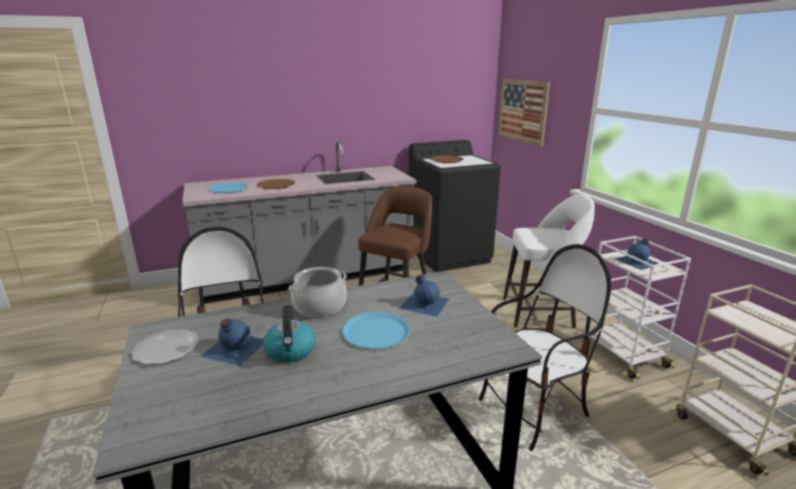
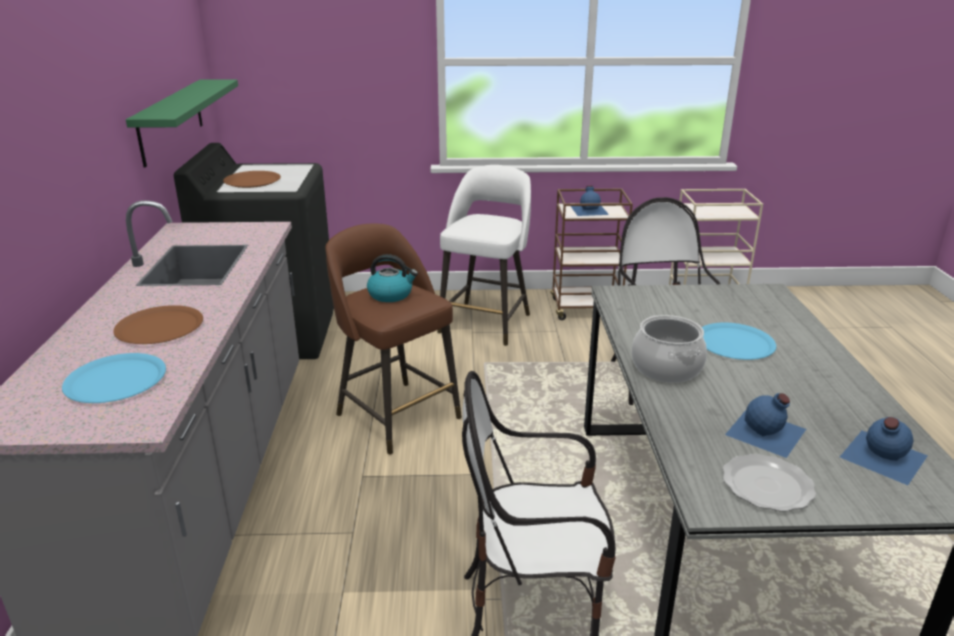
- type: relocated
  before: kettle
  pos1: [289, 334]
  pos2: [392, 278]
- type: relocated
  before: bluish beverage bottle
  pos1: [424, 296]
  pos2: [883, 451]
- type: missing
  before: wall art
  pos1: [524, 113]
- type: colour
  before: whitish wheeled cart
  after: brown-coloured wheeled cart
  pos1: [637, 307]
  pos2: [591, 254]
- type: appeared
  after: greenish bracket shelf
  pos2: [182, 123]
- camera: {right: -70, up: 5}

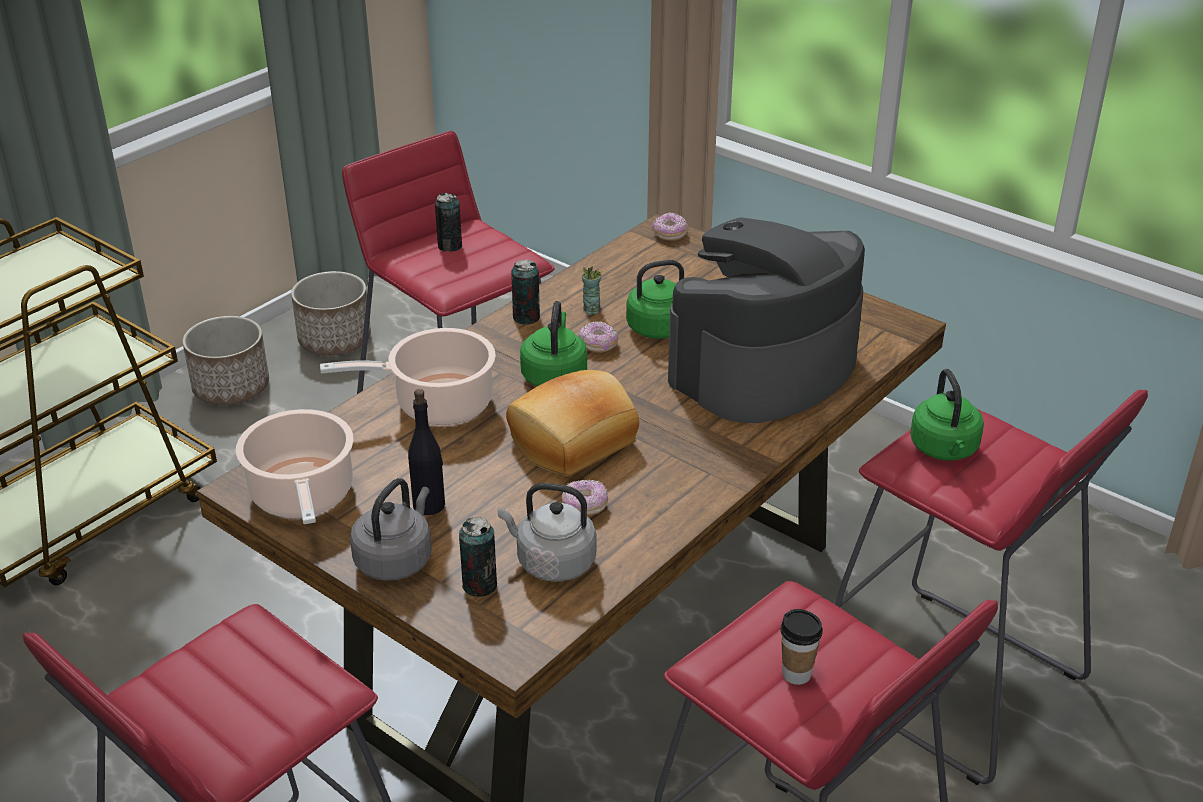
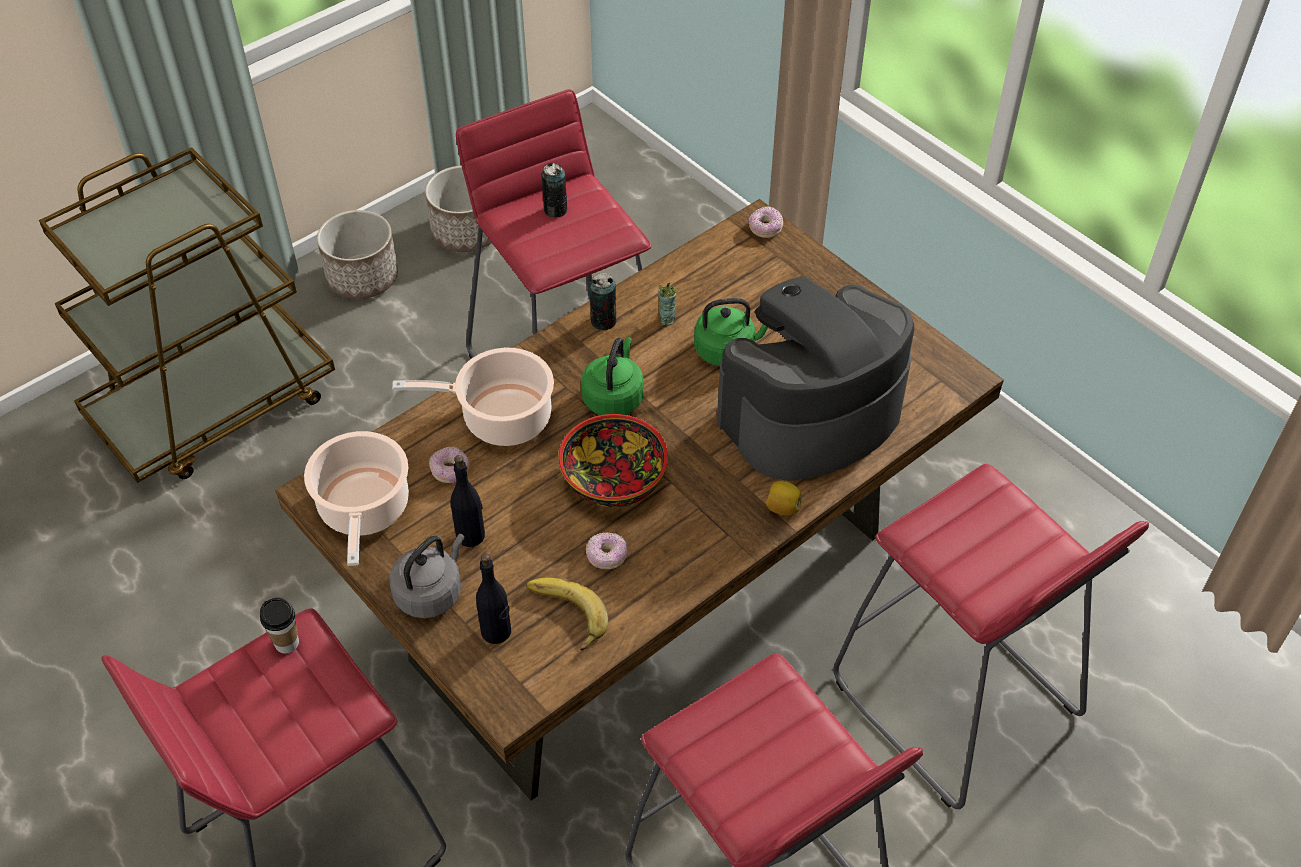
- type: exchanged
  before: metal can
  after: blackish beverage bottle
  pos1: [478, 557]
  pos2: [493, 598]
- type: exchanged
  before: greyish kettle
  after: whole banana
  pos1: [547, 532]
  pos2: [567, 614]
- type: exchanged
  before: baked bread
  after: deep dish
  pos1: [572, 423]
  pos2: [613, 460]
- type: relocated
  before: donut
  pos1: [598, 337]
  pos2: [449, 465]
- type: relocated
  before: drinking cup
  pos1: [802, 647]
  pos2: [279, 625]
- type: missing
  before: greenish kettle
  pos1: [947, 415]
- type: appeared
  after: whole lemon
  pos2: [783, 498]
- camera: {right: 10, up: 15}

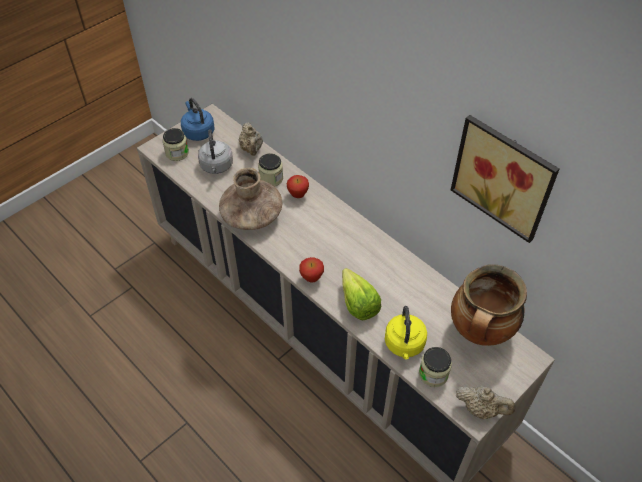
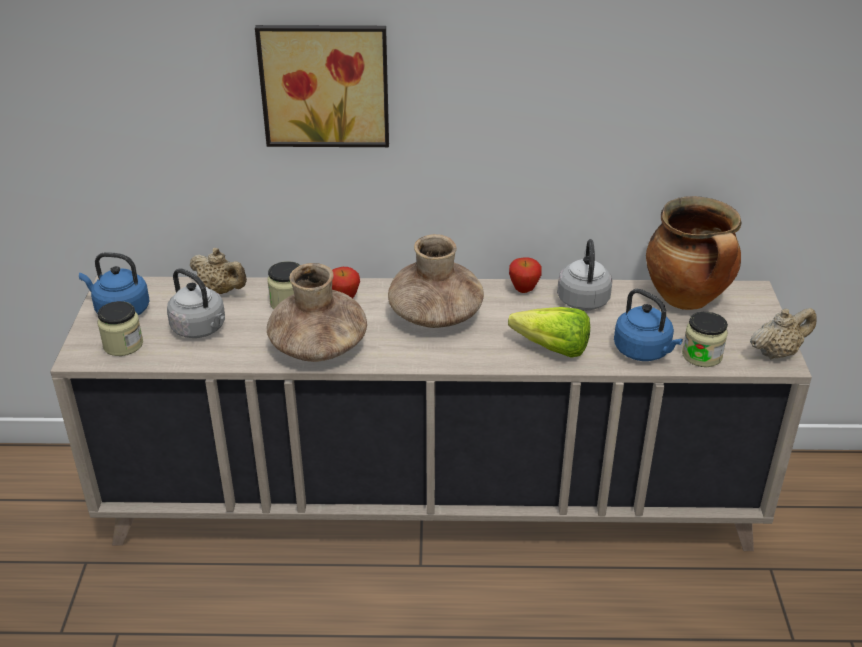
- type: relocated
  before: whole apple
  pos1: [311, 270]
  pos2: [525, 275]
- type: colour
  before: yellow-coloured kettle
  after: bluish kettle
  pos1: [406, 332]
  pos2: [648, 325]
- type: relocated
  before: wall art
  pos1: [505, 179]
  pos2: [322, 86]
- type: appeared
  after: brown-coloured vase
  pos2: [436, 281]
- type: appeared
  after: greyish kettle
  pos2: [585, 275]
- camera: {right: -45, up: -15}

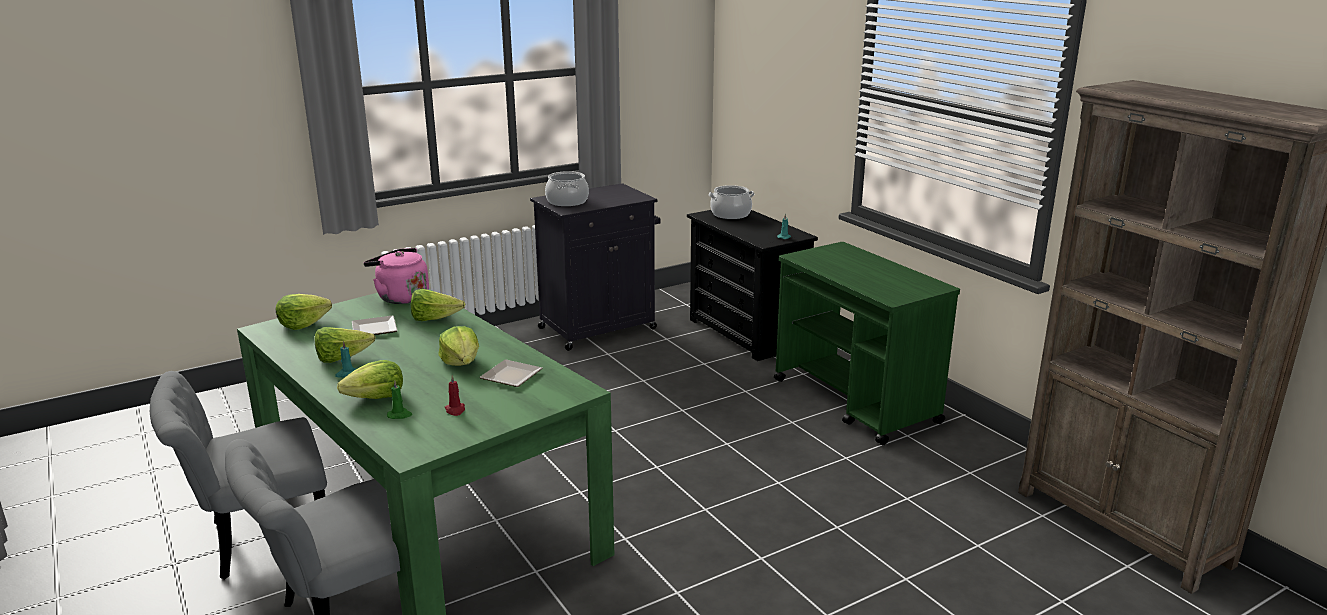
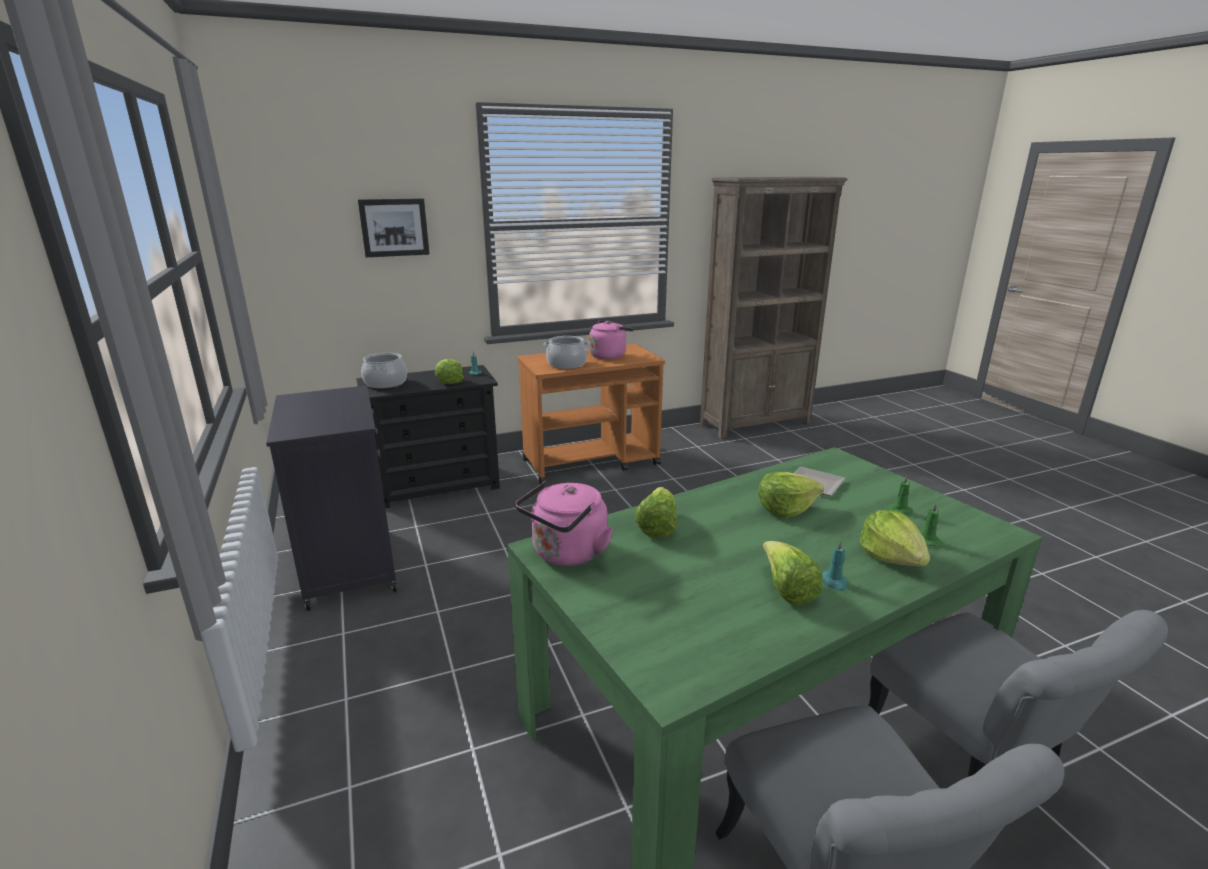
- type: relocated
  before: head of lettuce
  pos1: [304, 312]
  pos2: [449, 371]
- type: missing
  before: plate
  pos1: [374, 325]
- type: colour
  before: reddish candle
  after: greenish candle
  pos1: [455, 395]
  pos2: [900, 495]
- type: relocated
  before: stockpot
  pos1: [567, 188]
  pos2: [566, 352]
- type: colour
  before: greenish wheeled cart
  after: orange-coloured wheeled cart
  pos1: [867, 344]
  pos2: [591, 414]
- type: appeared
  after: wall art
  pos2: [394, 227]
- type: appeared
  after: pink kettle
  pos2: [611, 339]
- camera: {right: -80, up: 0}

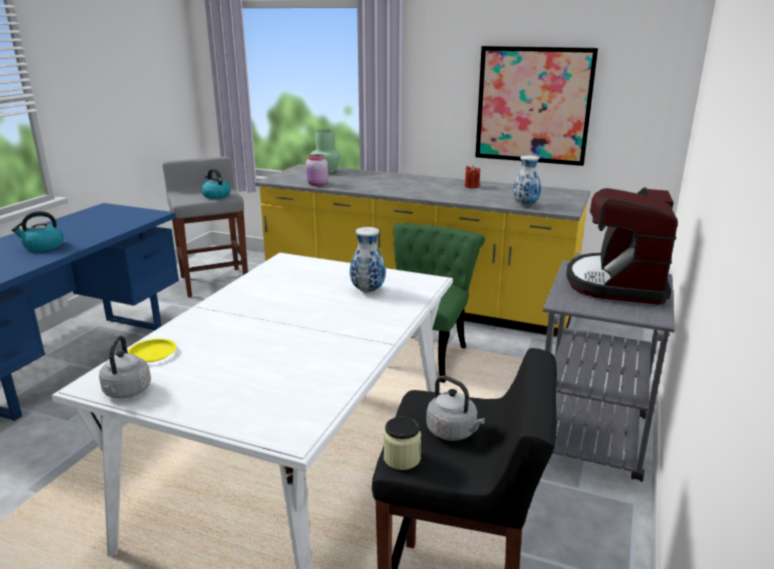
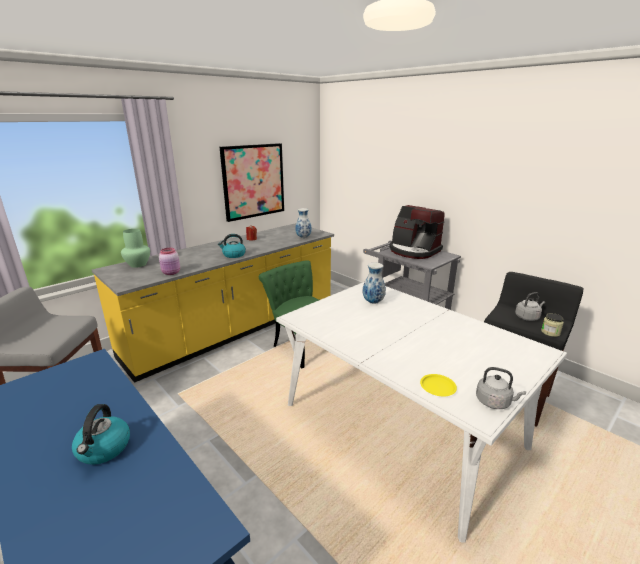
- type: relocated
  before: kettle
  pos1: [216, 184]
  pos2: [232, 246]
- camera: {right: -65, up: 0}

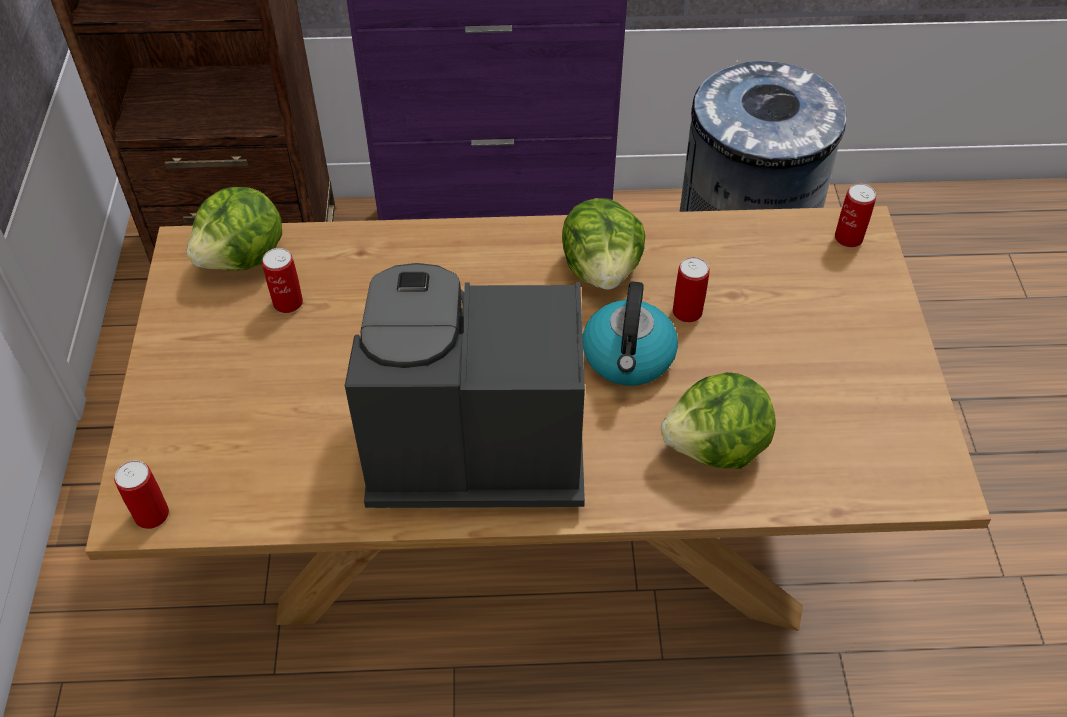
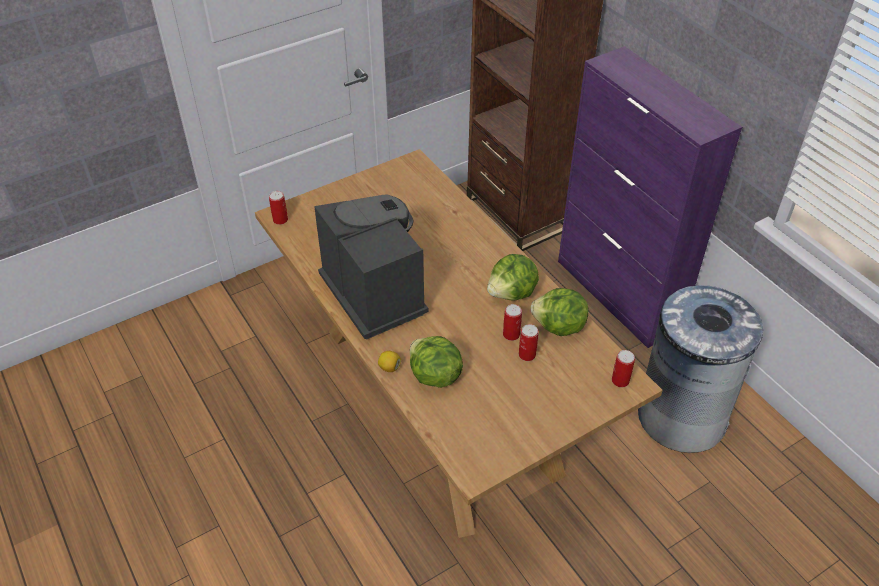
- type: relocated
  before: head of lettuce
  pos1: [234, 229]
  pos2: [559, 312]
- type: relocated
  before: metal can
  pos1: [282, 280]
  pos2: [529, 342]
- type: missing
  before: kettle
  pos1: [630, 333]
- type: appeared
  after: whole lemon
  pos2: [389, 361]
- camera: {right: 60, up: -5}

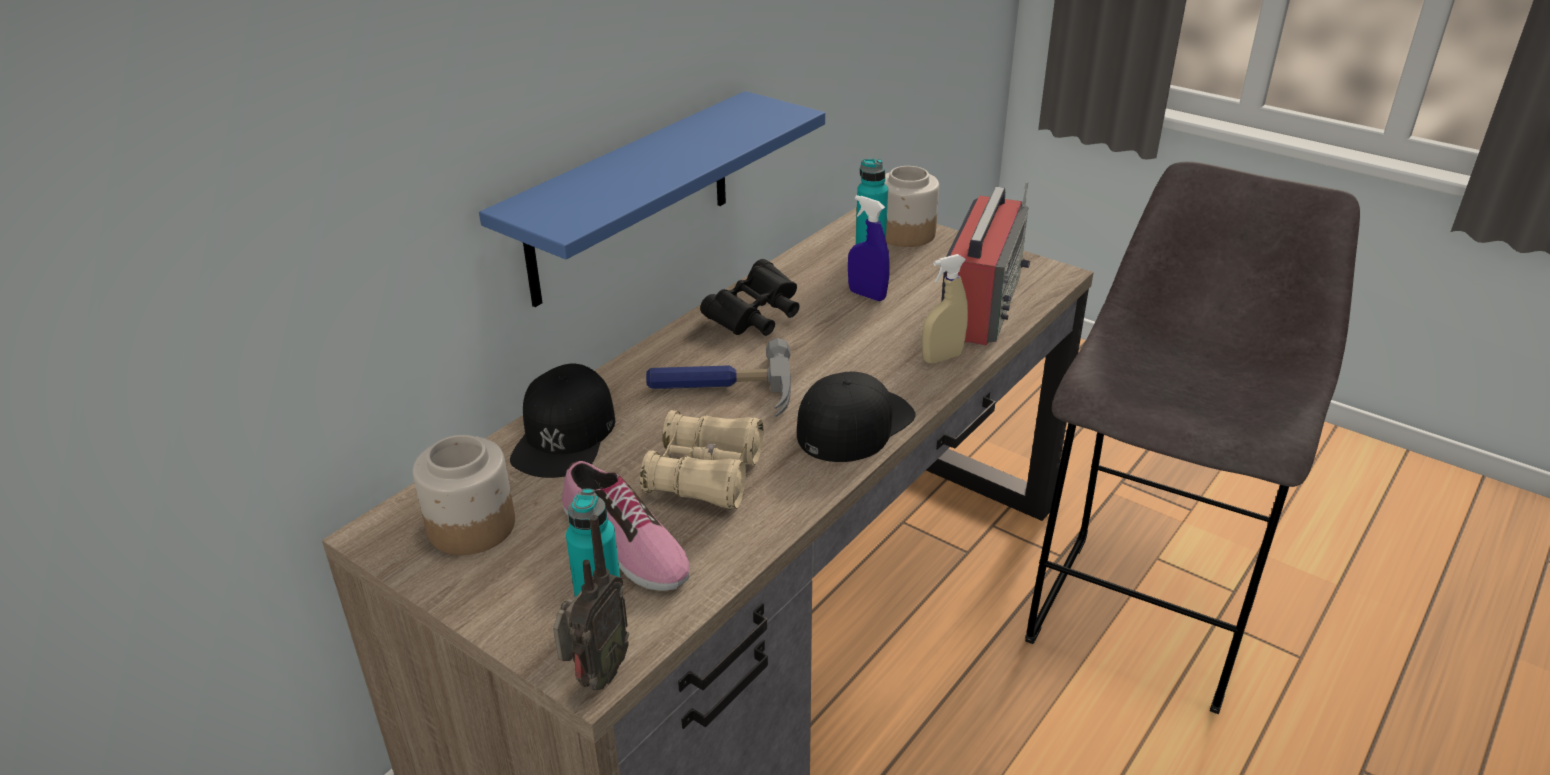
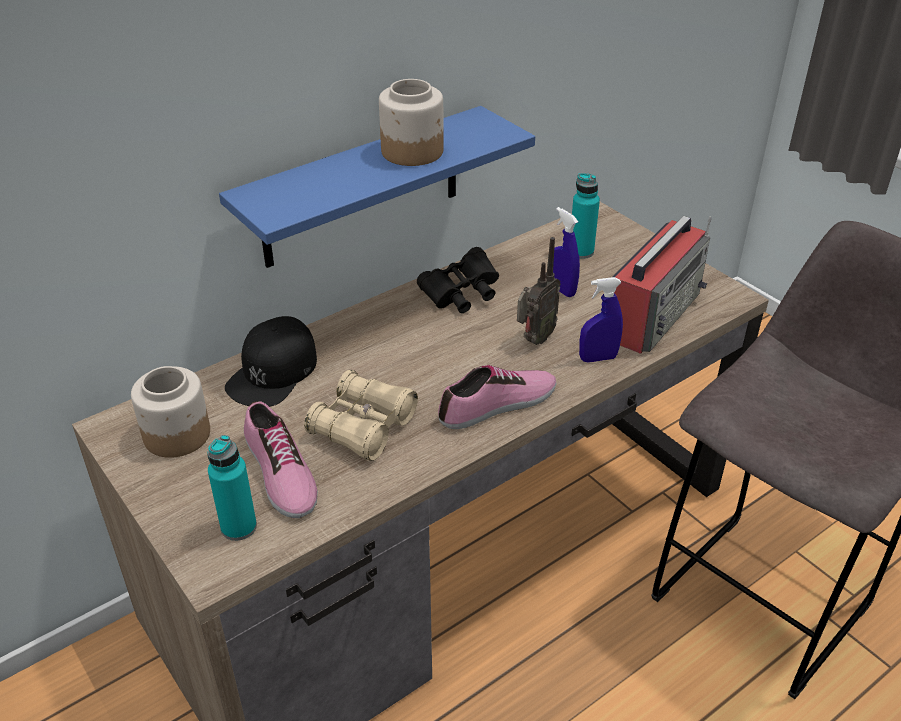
- type: relocated
  before: radio receiver
  pos1: [591, 602]
  pos2: [539, 291]
- type: missing
  before: hand hammer
  pos1: [718, 377]
- type: exchanged
  before: blackish cap
  after: shoe
  pos1: [856, 416]
  pos2: [497, 397]
- type: relocated
  before: storage jar
  pos1: [912, 206]
  pos2: [411, 122]
- type: colour
  before: sand-coloured spray bottle
  after: bluish spray bottle
  pos1: [945, 308]
  pos2: [601, 320]
- camera: {right: 15, up: 5}

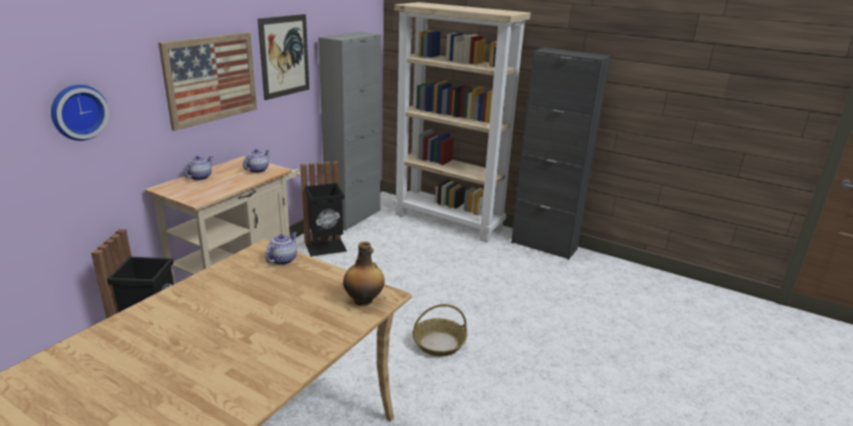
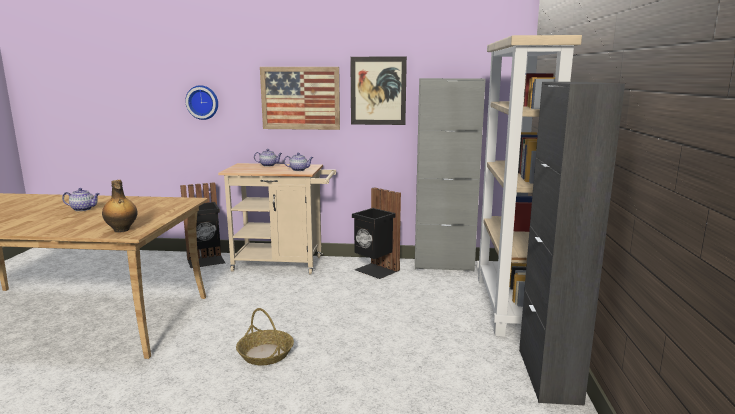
- type: relocated
  before: tea pot
  pos1: [281, 248]
  pos2: [81, 199]
- camera: {right: 65, up: -10}

